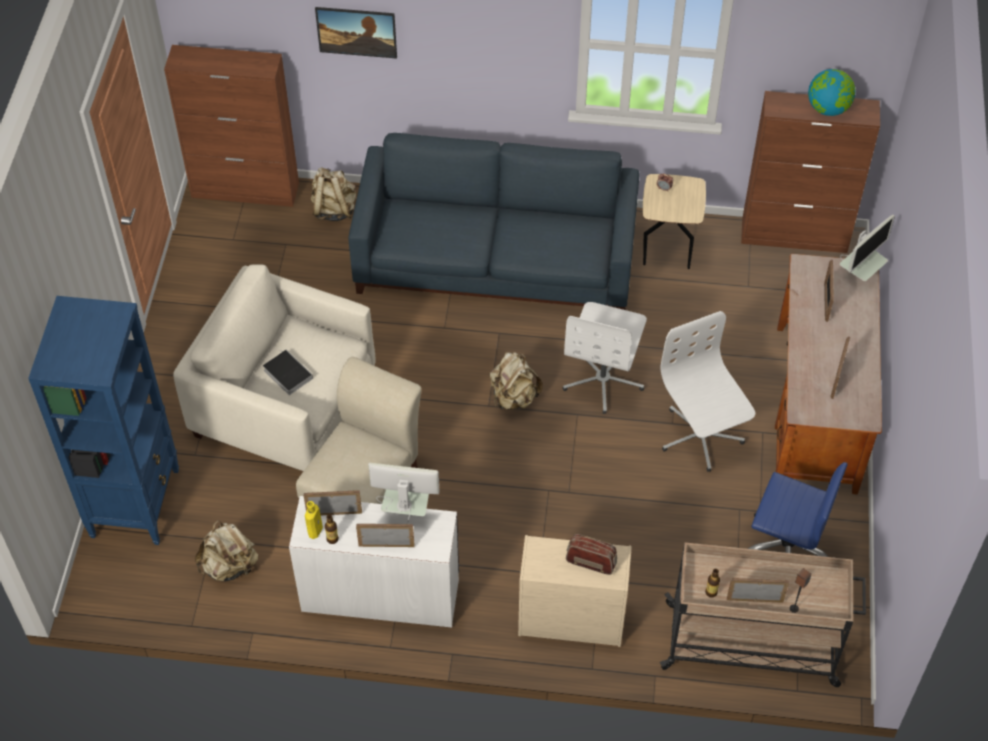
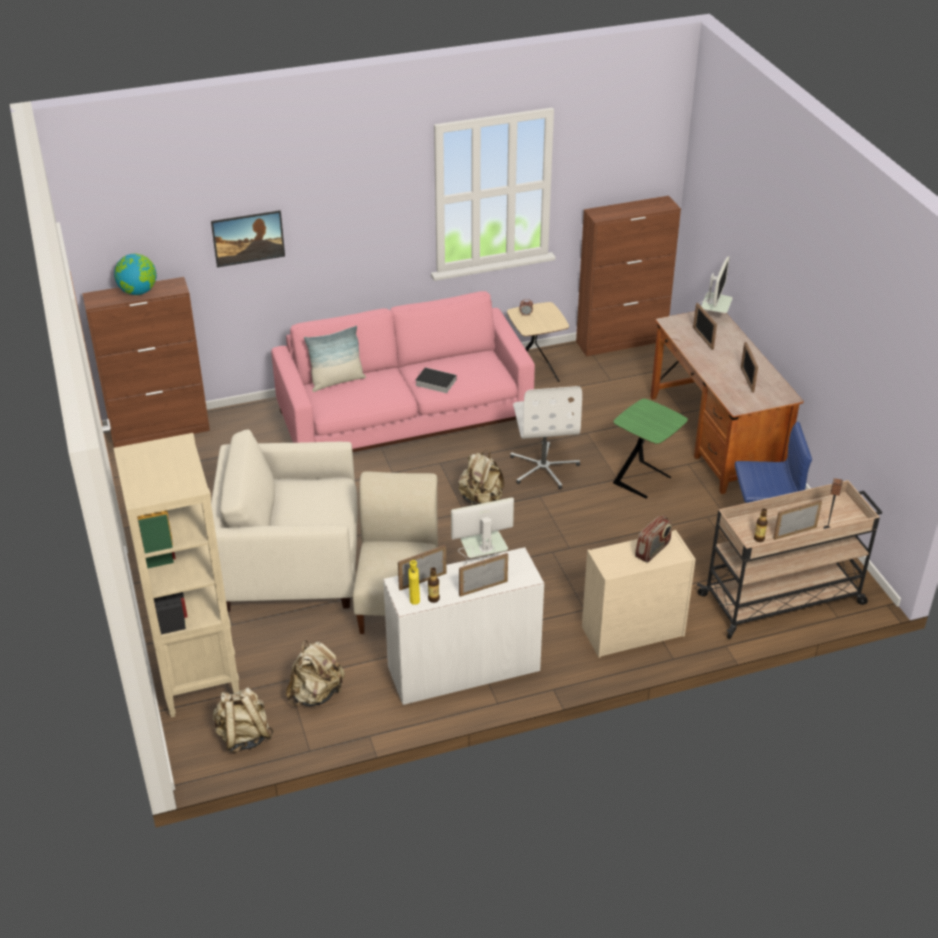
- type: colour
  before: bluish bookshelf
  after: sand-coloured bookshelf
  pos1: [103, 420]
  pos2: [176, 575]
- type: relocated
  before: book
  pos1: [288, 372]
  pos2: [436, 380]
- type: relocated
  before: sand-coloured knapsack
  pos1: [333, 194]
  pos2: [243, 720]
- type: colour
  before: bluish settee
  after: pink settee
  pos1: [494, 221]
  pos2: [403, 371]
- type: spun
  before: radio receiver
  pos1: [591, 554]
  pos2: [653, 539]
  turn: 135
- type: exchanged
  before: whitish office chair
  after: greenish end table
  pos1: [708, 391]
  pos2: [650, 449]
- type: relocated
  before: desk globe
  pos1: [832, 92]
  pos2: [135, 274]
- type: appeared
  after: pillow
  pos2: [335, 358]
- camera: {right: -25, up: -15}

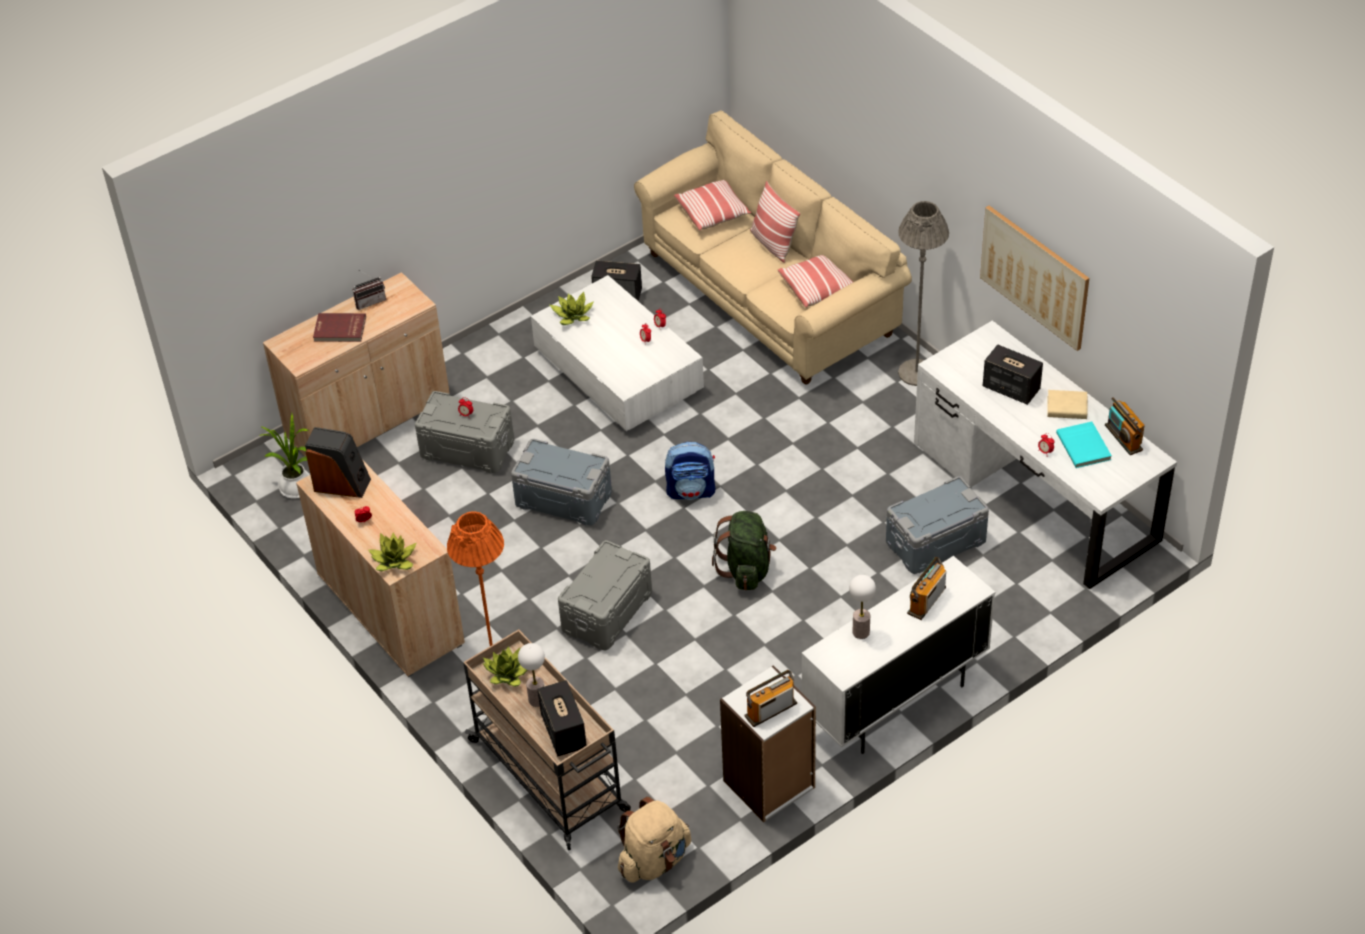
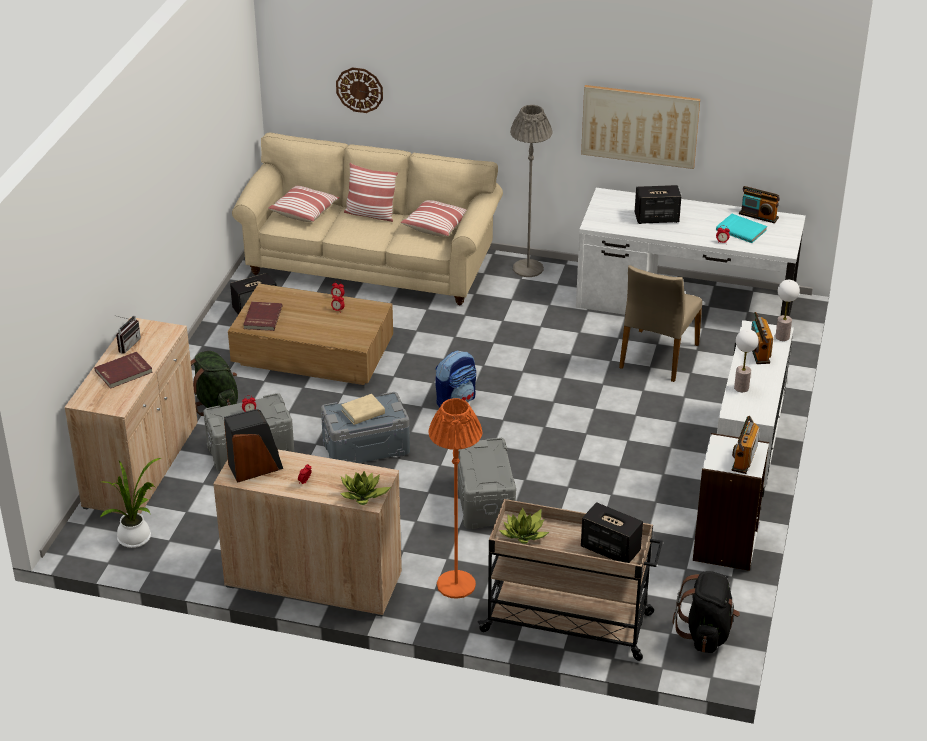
- type: relocated
  before: tabletop lamp
  pos1: [531, 675]
  pos2: [787, 310]
- type: colour
  before: whitish lounge table
  after: brown-coloured lounge table
  pos1: [617, 353]
  pos2: [310, 334]
- type: exchanged
  before: plant in a pot
  after: reddish book
  pos1: [572, 308]
  pos2: [262, 316]
- type: colour
  before: sand-coloured knapsack
  after: blackish knapsack
  pos1: [654, 839]
  pos2: [706, 612]
- type: relocated
  before: greenish knapsack
  pos1: [744, 550]
  pos2: [214, 383]
- type: exchanged
  before: greyish storage bin
  after: sand-coloured plain chair
  pos1: [937, 525]
  pos2: [660, 323]
- type: relocated
  before: sand-coloured book
  pos1: [1067, 404]
  pos2: [363, 409]
- type: appeared
  after: hanging clock
  pos2: [359, 90]
- camera: {right: -40, up: -10}

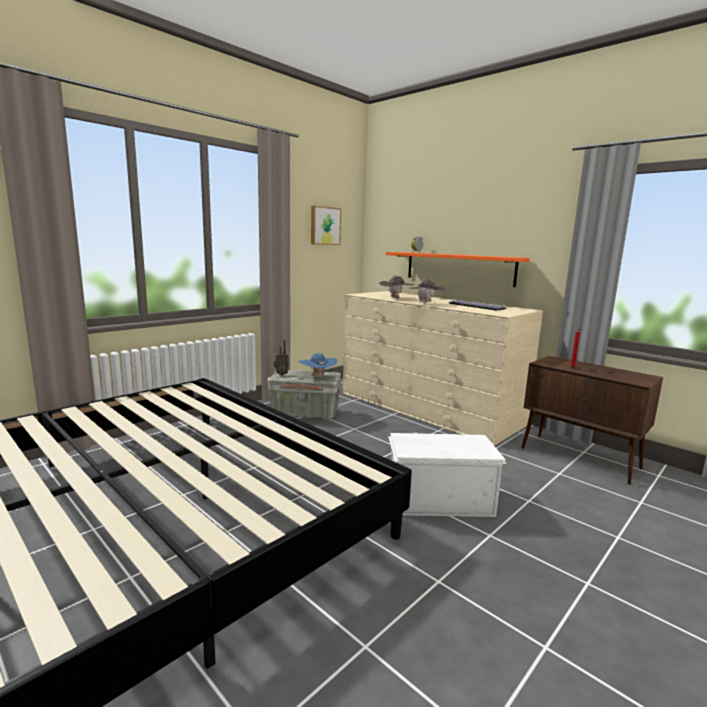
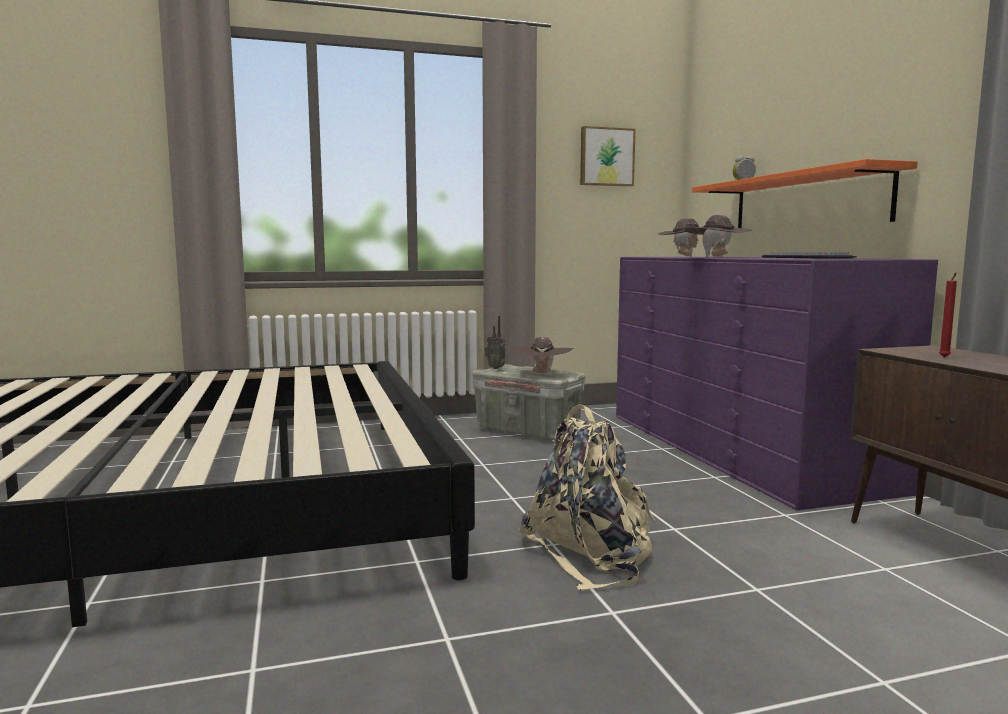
- type: colour
  before: bluish hat
  after: brown-coloured hat
  pos1: [318, 365]
  pos2: [542, 356]
- type: colour
  before: sand-coloured dresser
  after: purple-coloured dresser
  pos1: [443, 368]
  pos2: [777, 383]
- type: exchanged
  before: whitish storage bin
  after: sand-coloured knapsack
  pos1: [447, 475]
  pos2: [586, 497]
- camera: {right: 30, up: -5}

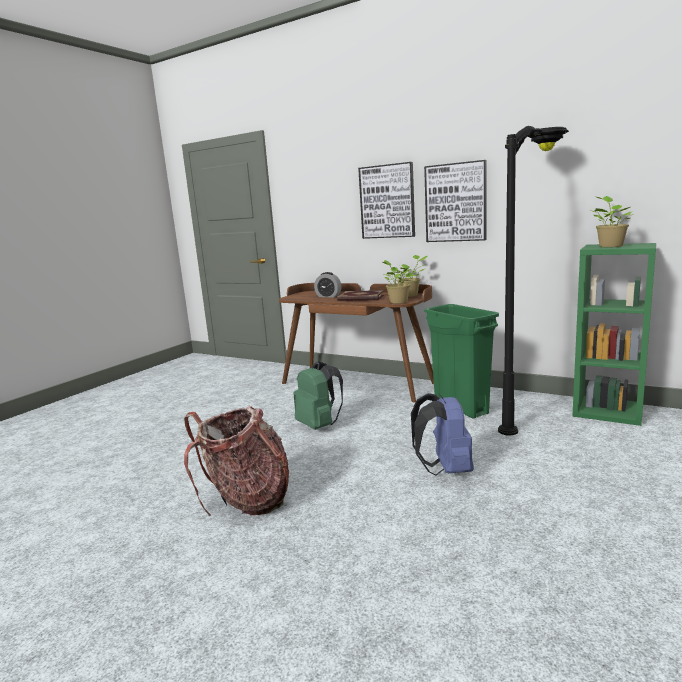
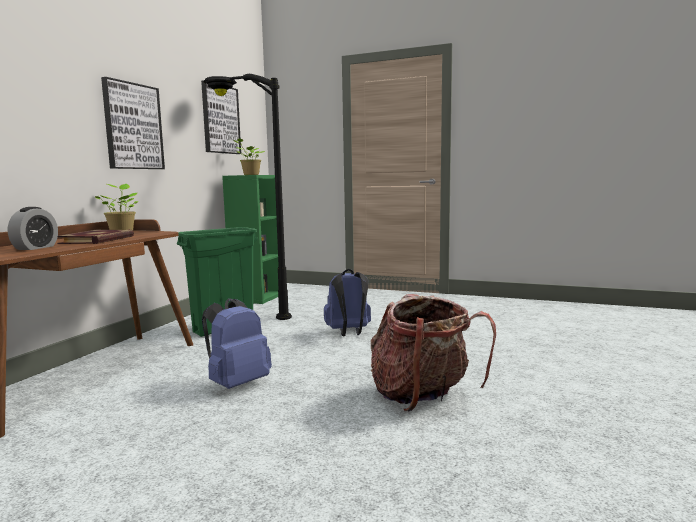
- type: colour
  before: greenish knapsack
  after: bluish knapsack
  pos1: [318, 395]
  pos2: [237, 343]
- type: relocated
  before: wall art
  pos1: [386, 200]
  pos2: [221, 117]
- type: missing
  before: plant in a pot
  pos1: [398, 282]
- camera: {right: -100, up: -5}

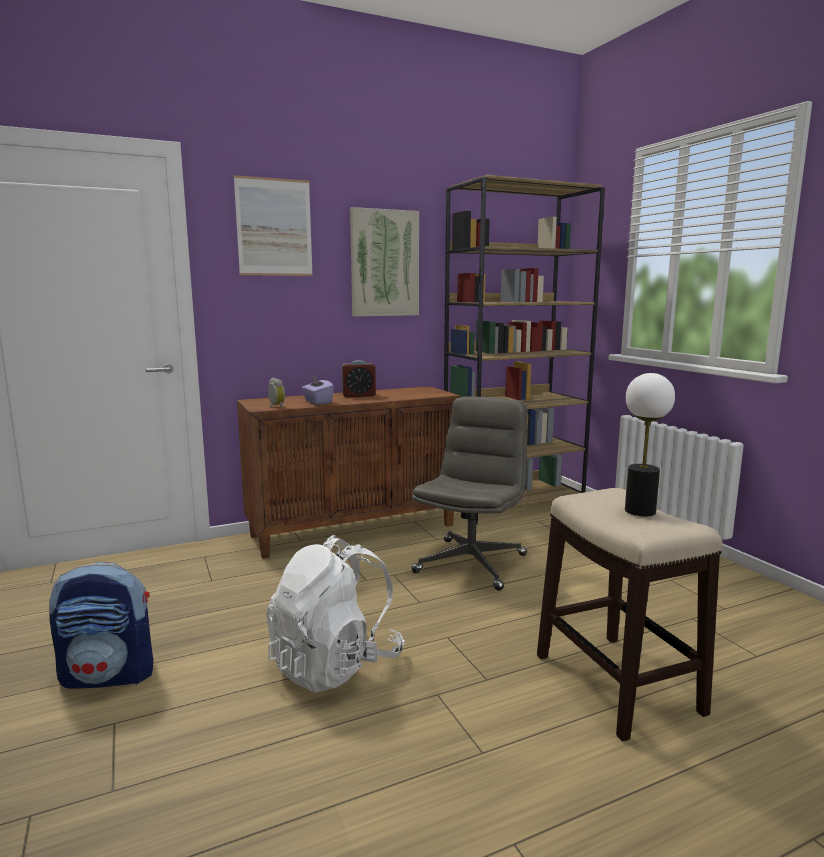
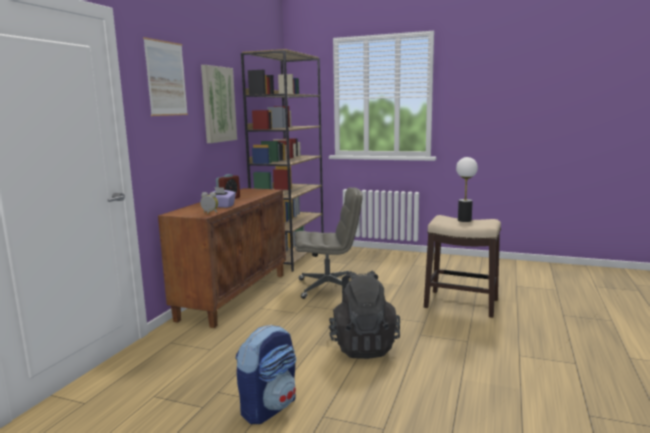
- type: colour
  before: whitish knapsack
  after: blackish knapsack
  pos1: [335, 614]
  pos2: [364, 314]
- type: spun
  before: greyish office chair
  pos1: [469, 493]
  pos2: [328, 243]
  turn: 105
- camera: {right: -45, up: 0}

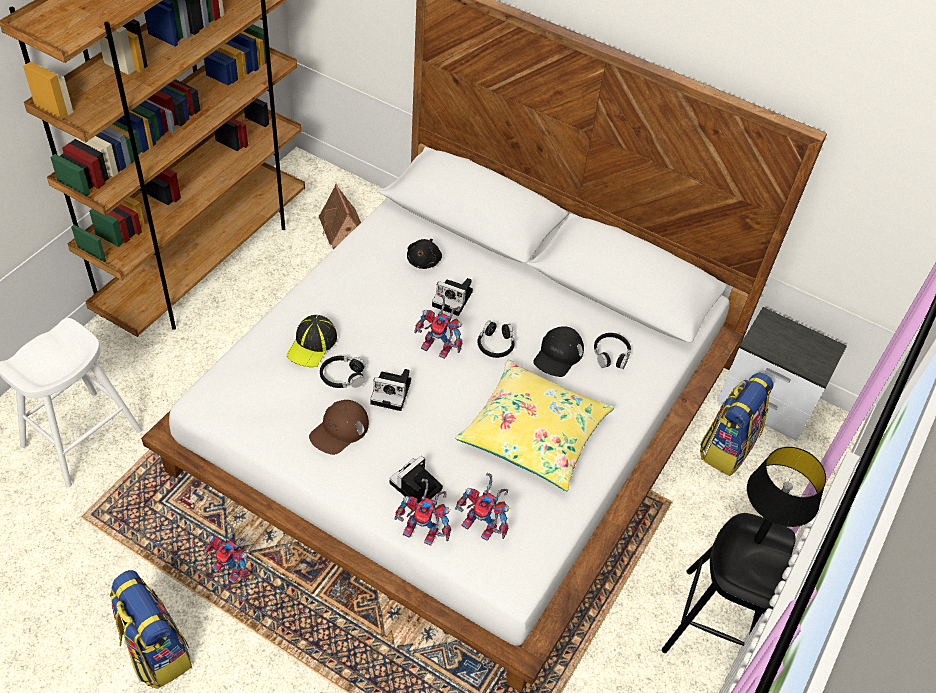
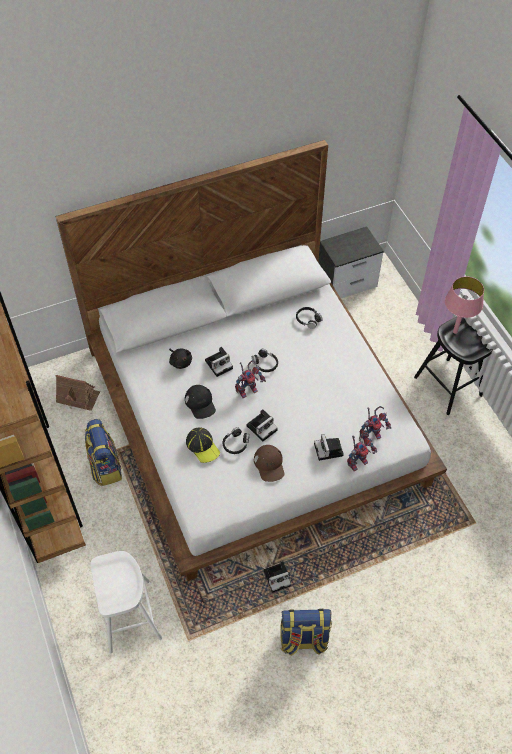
- type: exchanged
  before: model robot
  after: photo camera
  pos1: [226, 553]
  pos2: [277, 577]
- type: missing
  before: yellow-coloured pillow
  pos1: [534, 425]
- type: relocated
  before: blackish cap
  pos1: [558, 351]
  pos2: [200, 402]
- type: relocated
  before: knapsack
  pos1: [737, 424]
  pos2: [103, 452]
- type: colour
  before: blackish tabletop lamp
  after: pink tabletop lamp
  pos1: [786, 495]
  pos2: [464, 305]
- camera: {right: -50, up: 5}

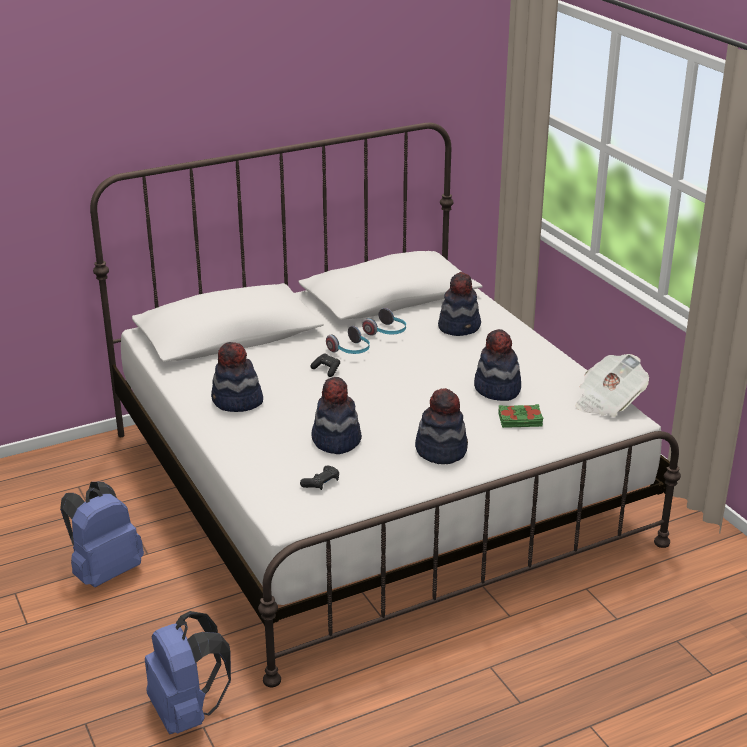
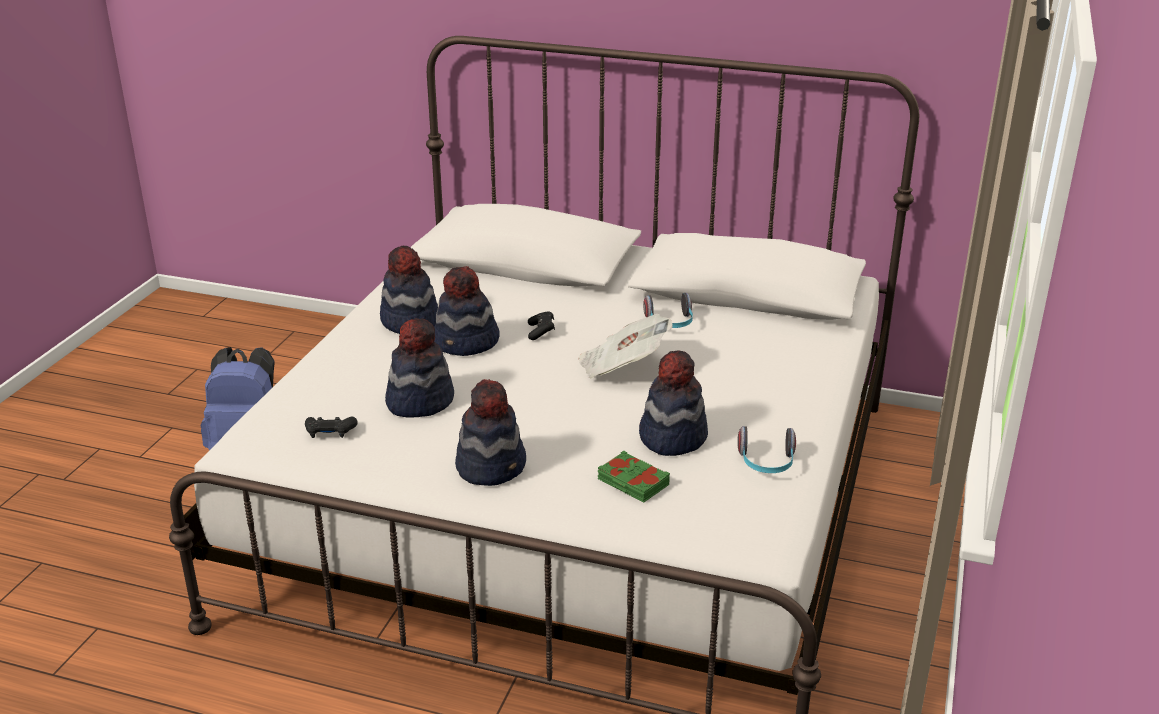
- type: missing
  before: bluish knapsack
  pos1: [188, 672]
- type: relocated
  before: headphones
  pos1: [348, 340]
  pos2: [766, 449]
- type: relocated
  before: hat
  pos1: [459, 304]
  pos2: [467, 311]
- type: relocated
  before: daily paper
  pos1: [612, 385]
  pos2: [625, 346]
- camera: {right: 45, up: 0}

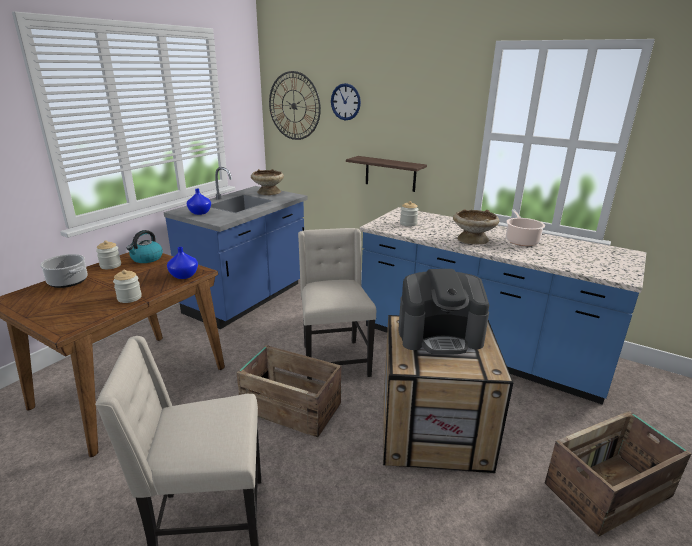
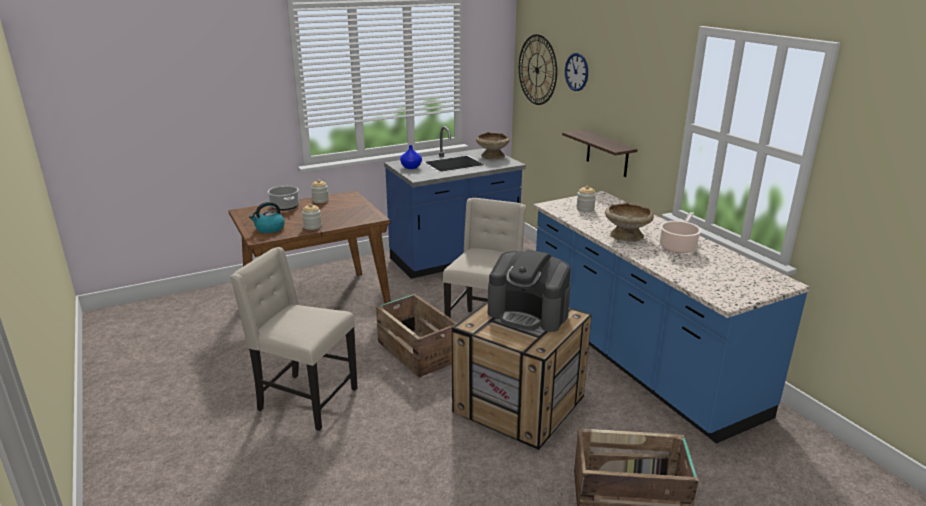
- type: relocated
  before: kettle
  pos1: [145, 246]
  pos2: [267, 217]
- type: missing
  before: bluish vase
  pos1: [182, 263]
- camera: {right: 30, up: 0}

